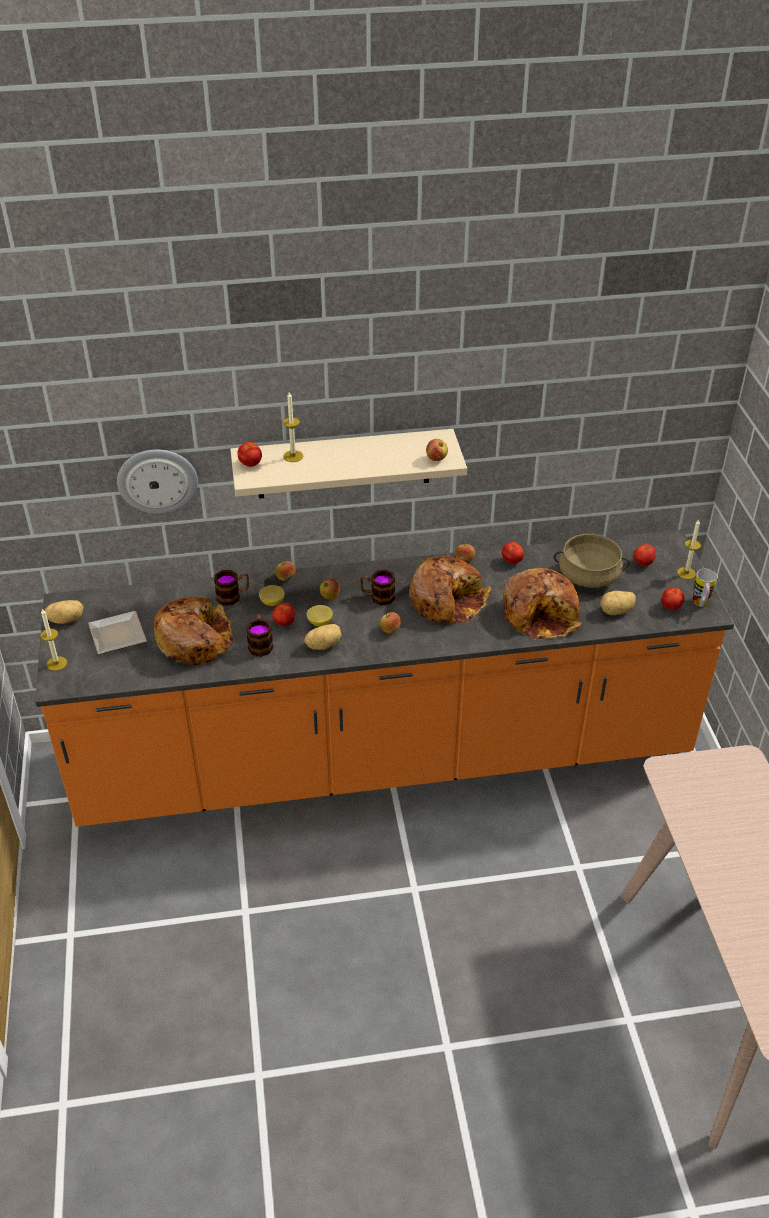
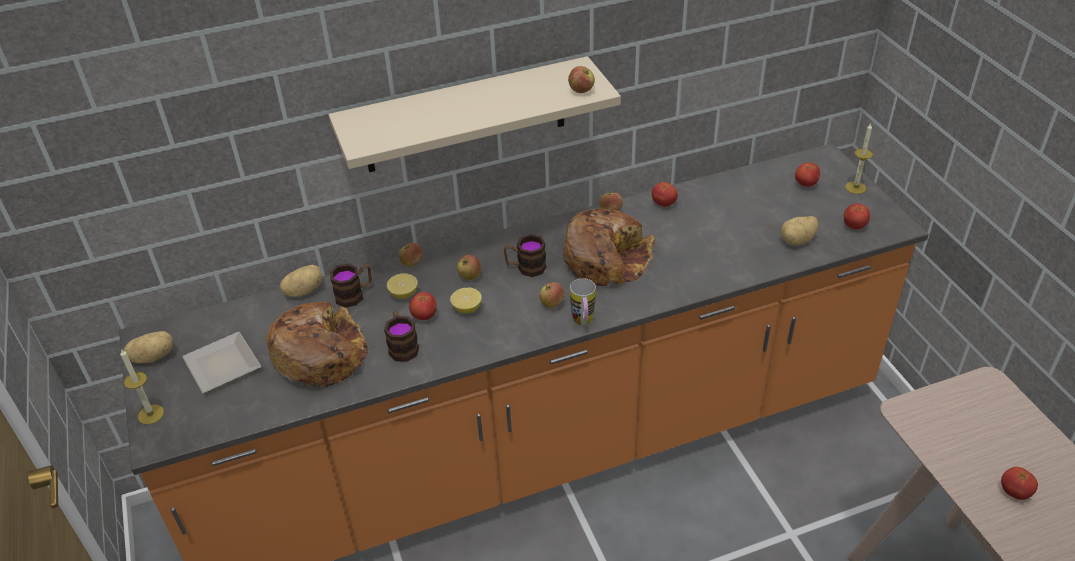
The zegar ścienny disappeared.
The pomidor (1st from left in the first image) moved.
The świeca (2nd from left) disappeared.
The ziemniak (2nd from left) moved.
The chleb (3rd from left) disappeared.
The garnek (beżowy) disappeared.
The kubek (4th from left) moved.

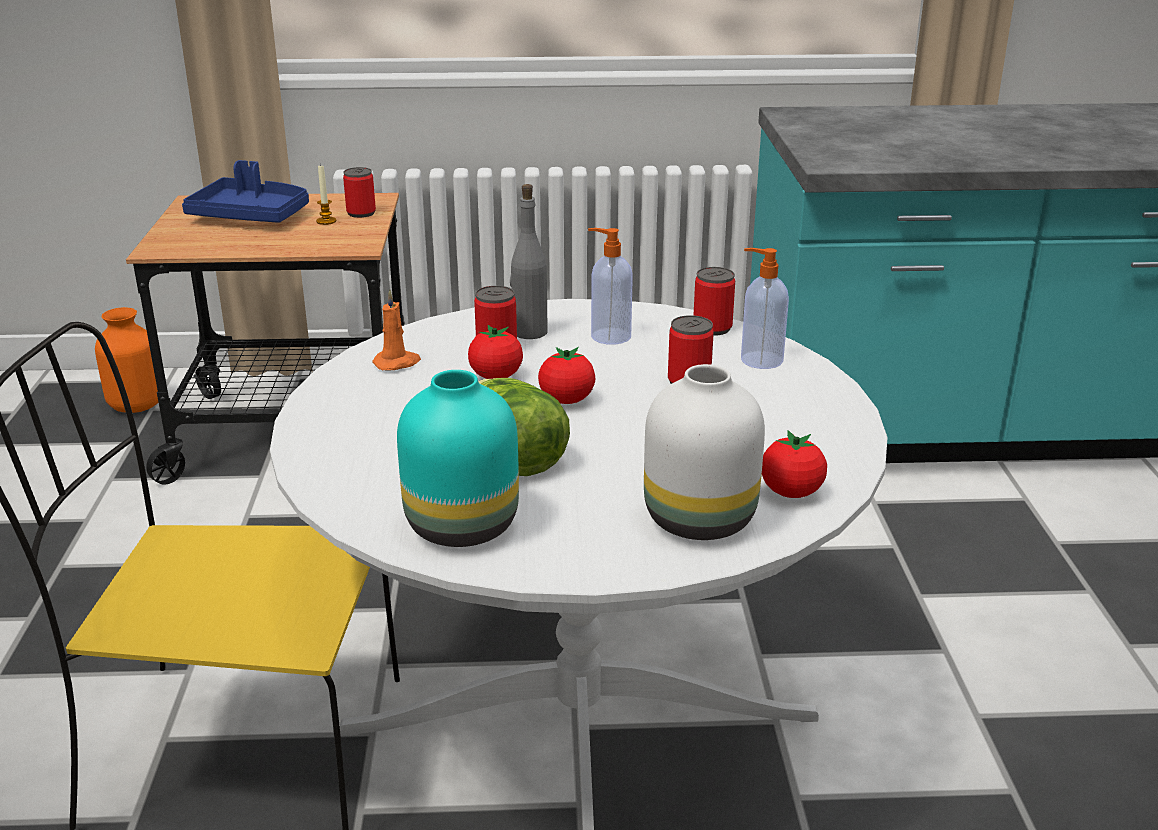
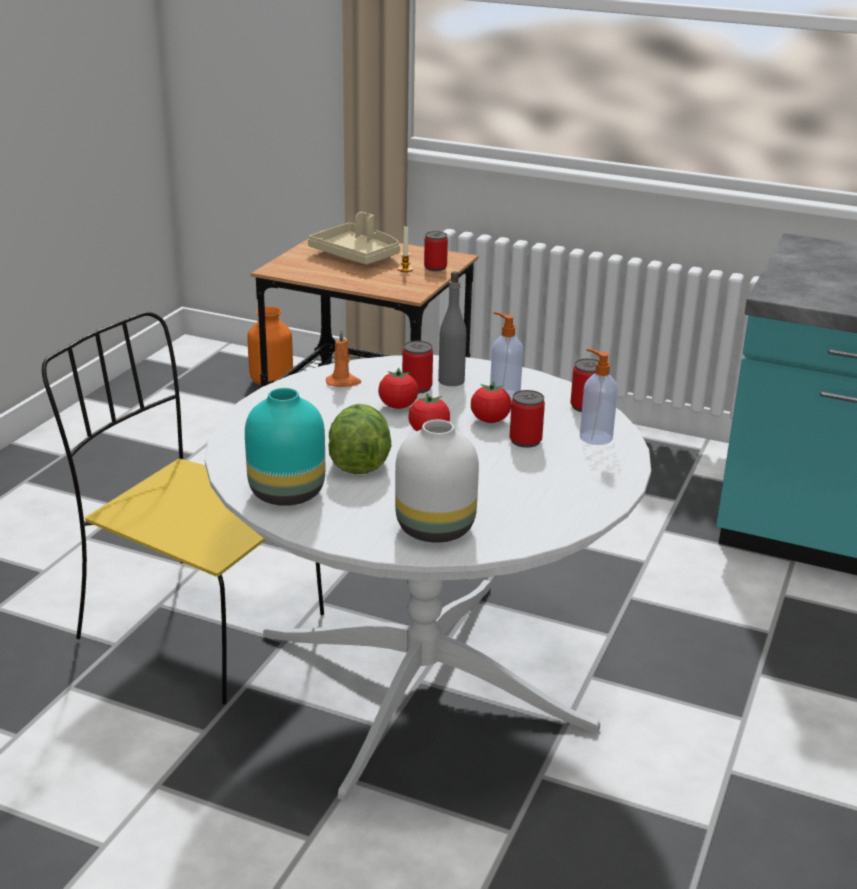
The taca (niebieski) became the taca (beżowy).
The pomidor (3rd from left) moved.

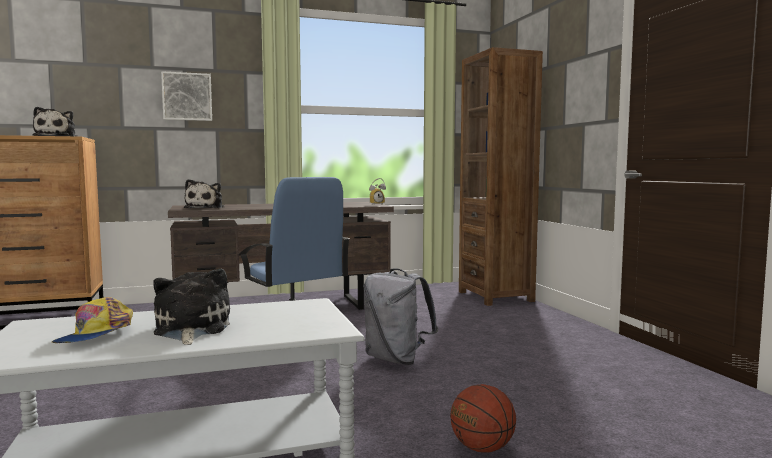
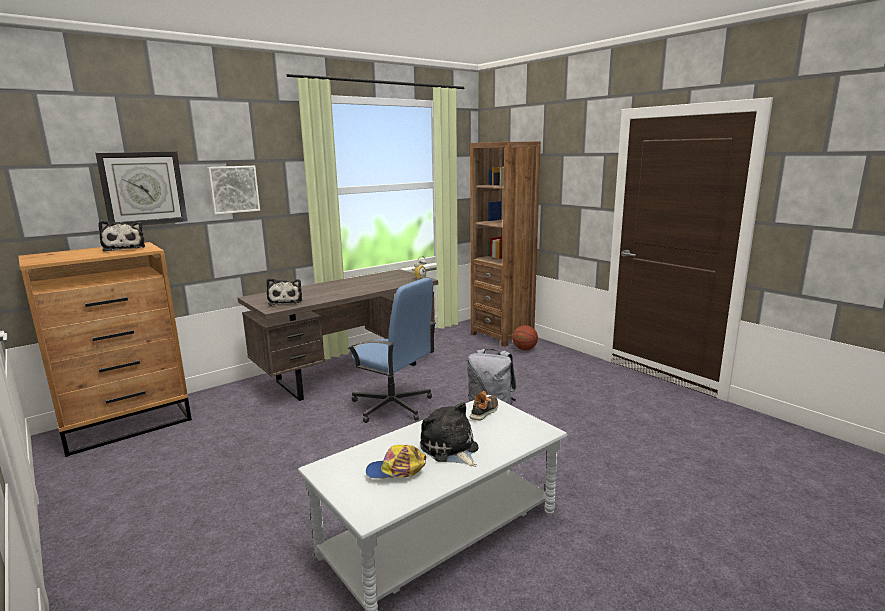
The czapka z daszkiem turned 90 degrees clockwise.
The piłka do koszykówki moved.
The zegar ścienny appeared.
The but appeared.

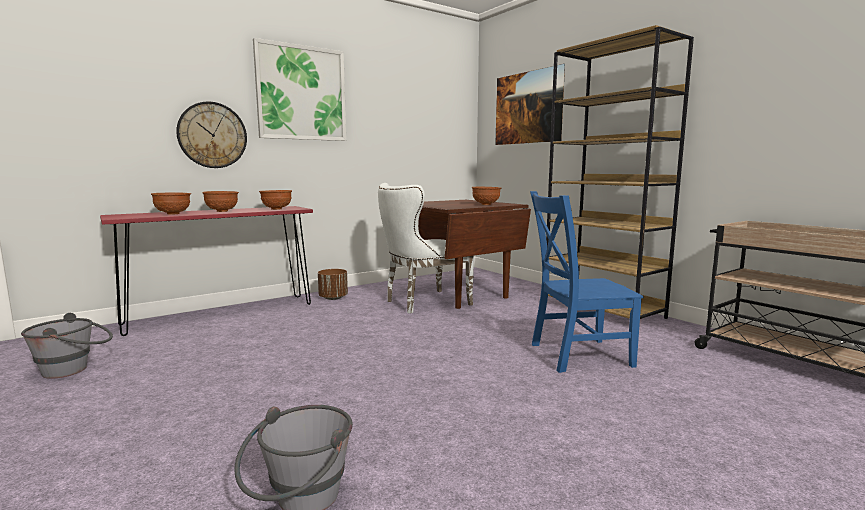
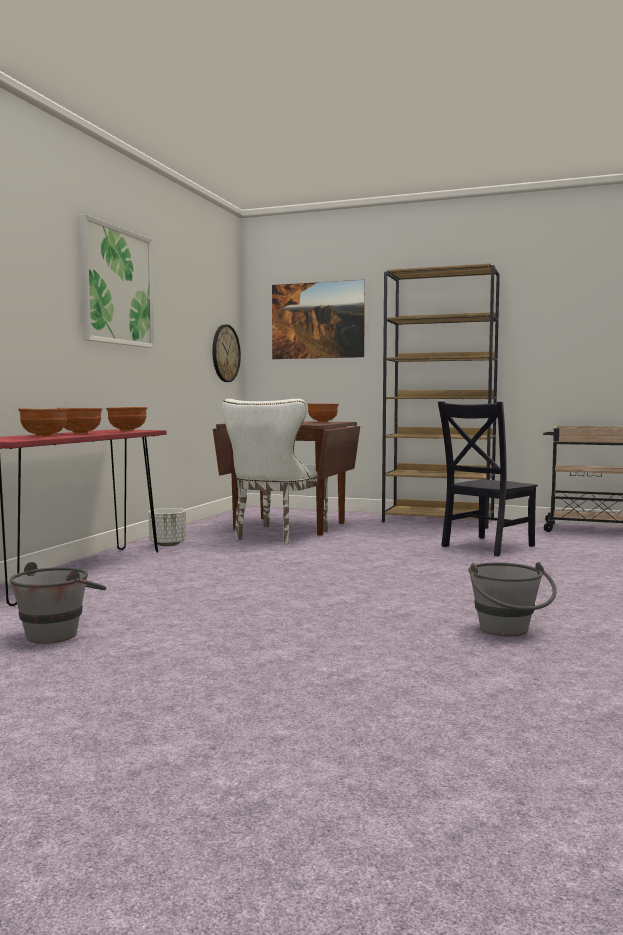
The zegar ścienny moved.
The donica (brązowy) became the donica (biały).
The krzesło (niebieski) became the krzesło (czarny).

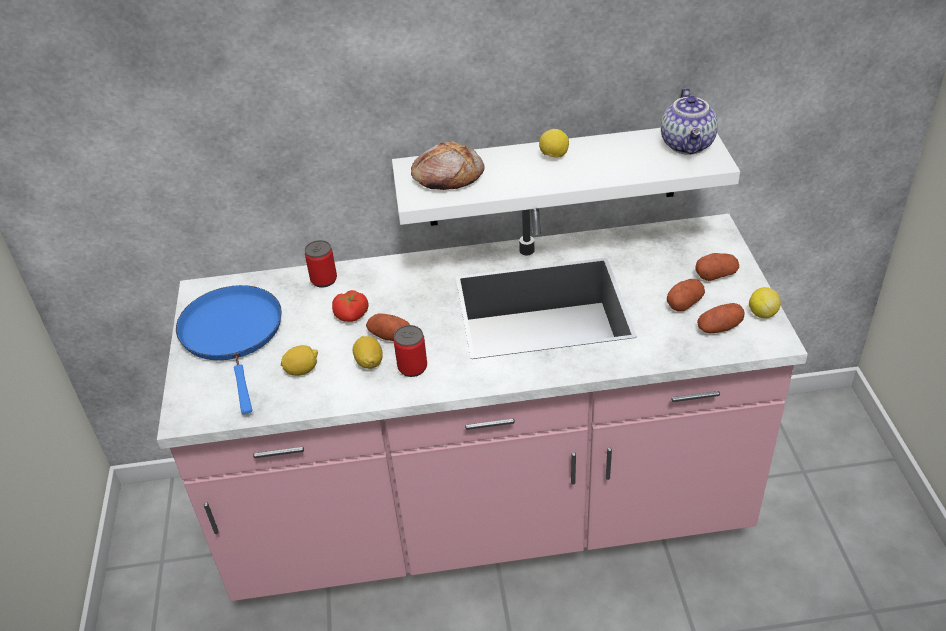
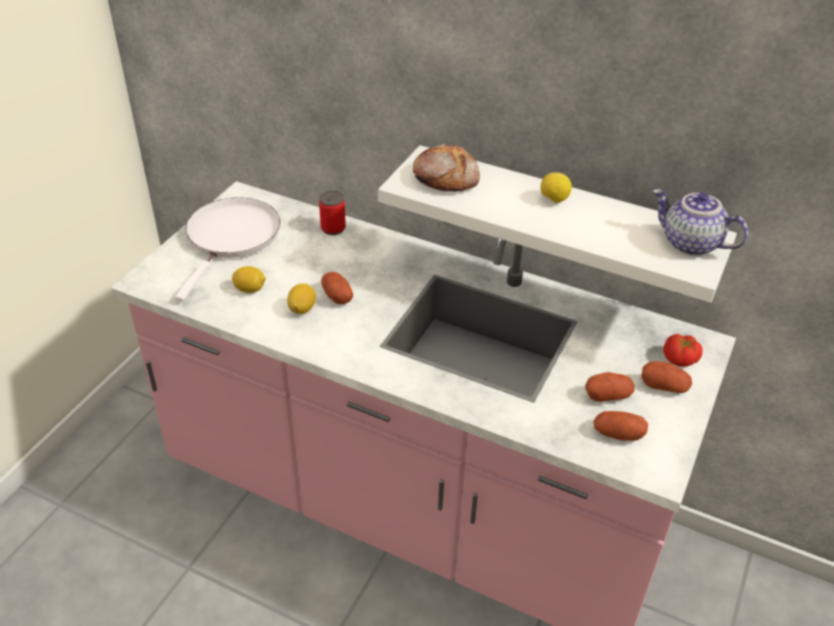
The patelnia (niebieski) became the patelnia (biały).
The pomidor moved.
The puszka (2nd from left) disappeared.
The imbryk turned 90 degrees clockwise.
The cytryna (4th from left) disappeared.

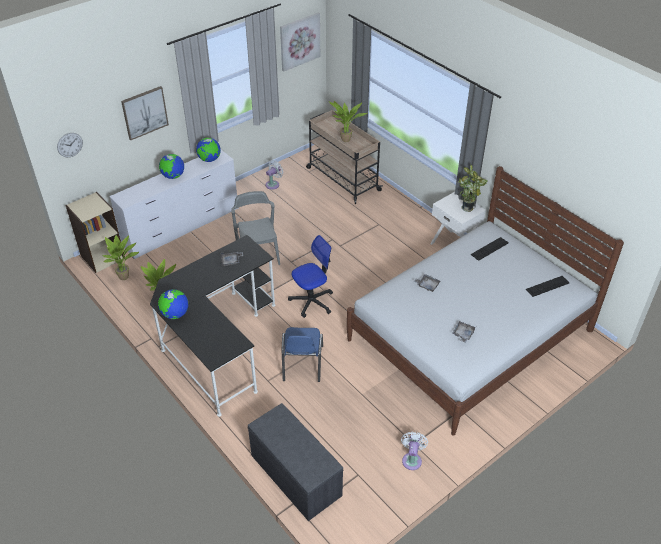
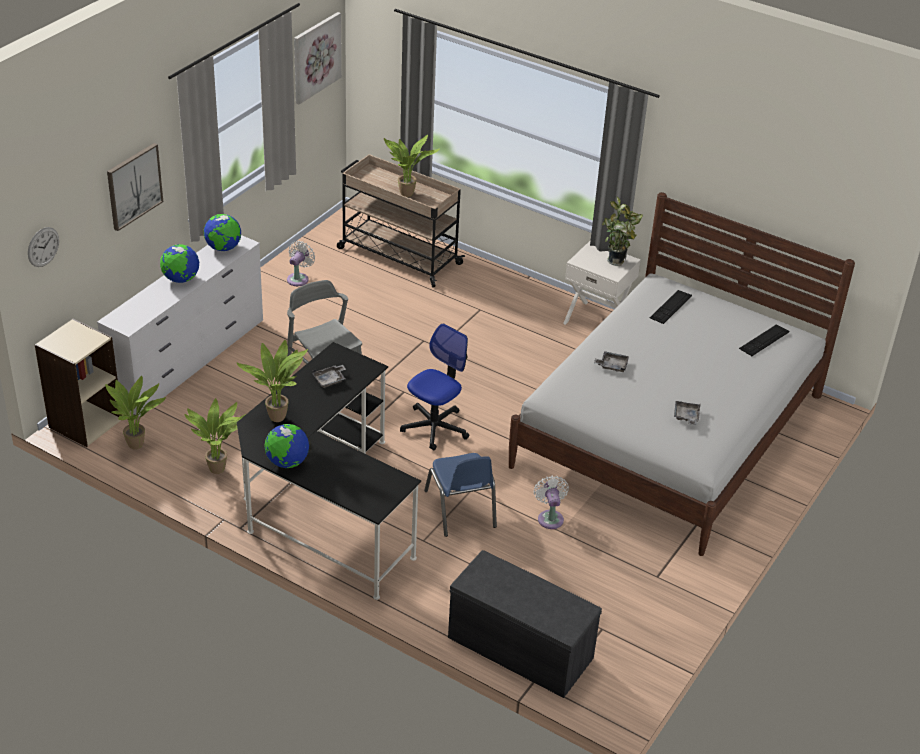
The wentylator (biały) (2nd from left) moved.
The roślina doniczkowa (3rd from left) appeared.

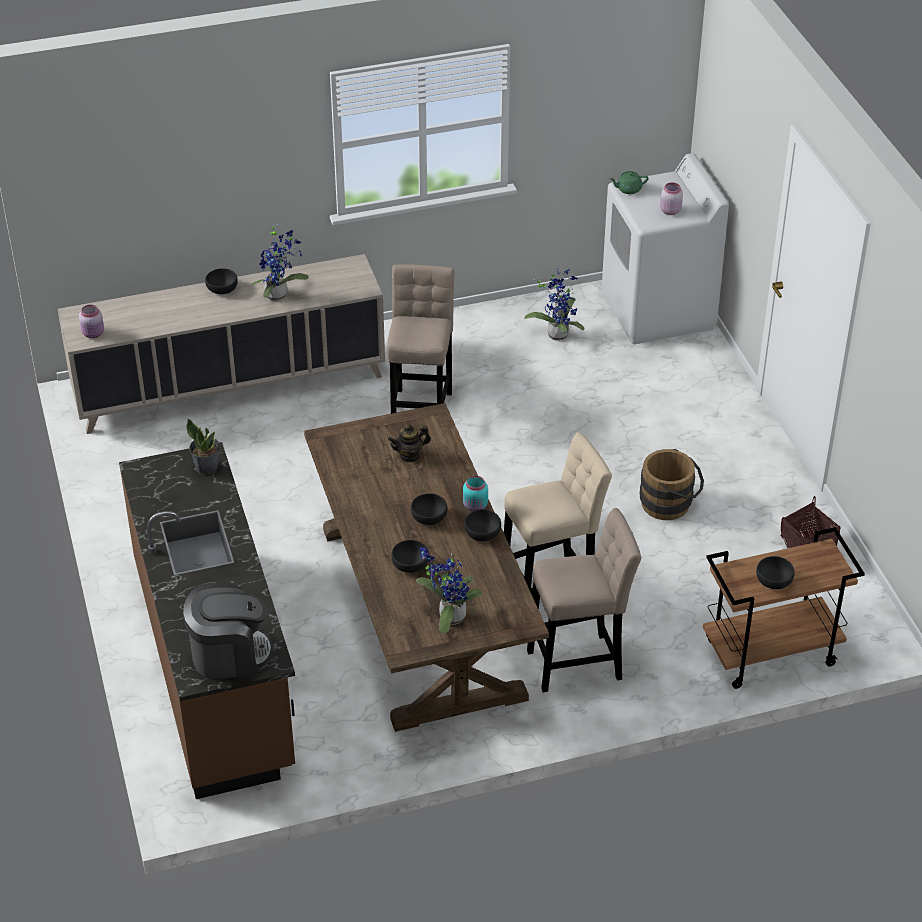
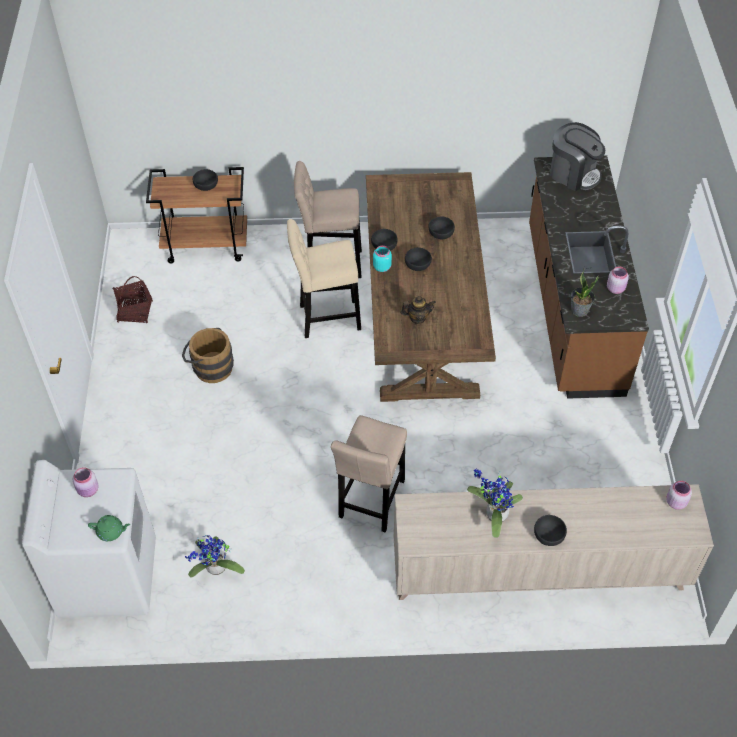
The ekspres do kawy turned 150 degrees counterclockwise.
The roślina doniczkowa (3rd from left) disappeared.
The słoik (różowy) (2nd from left) appeared.

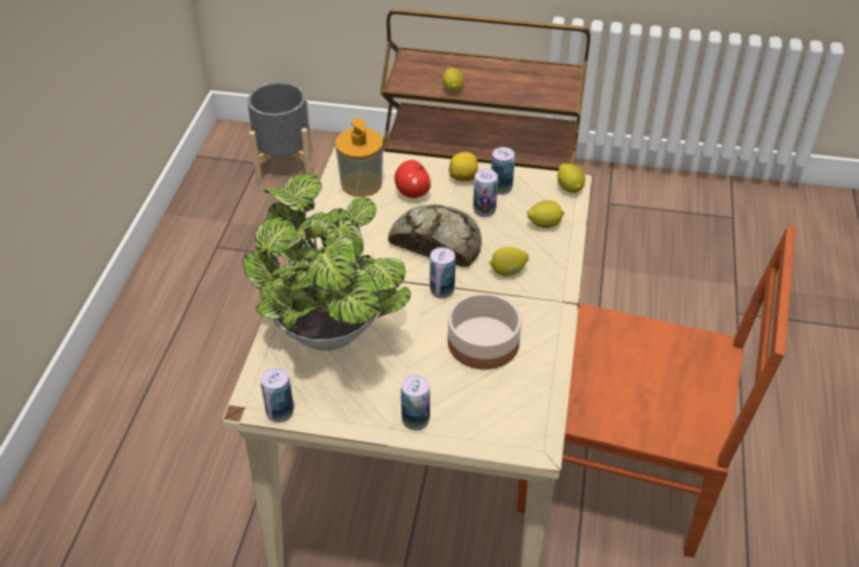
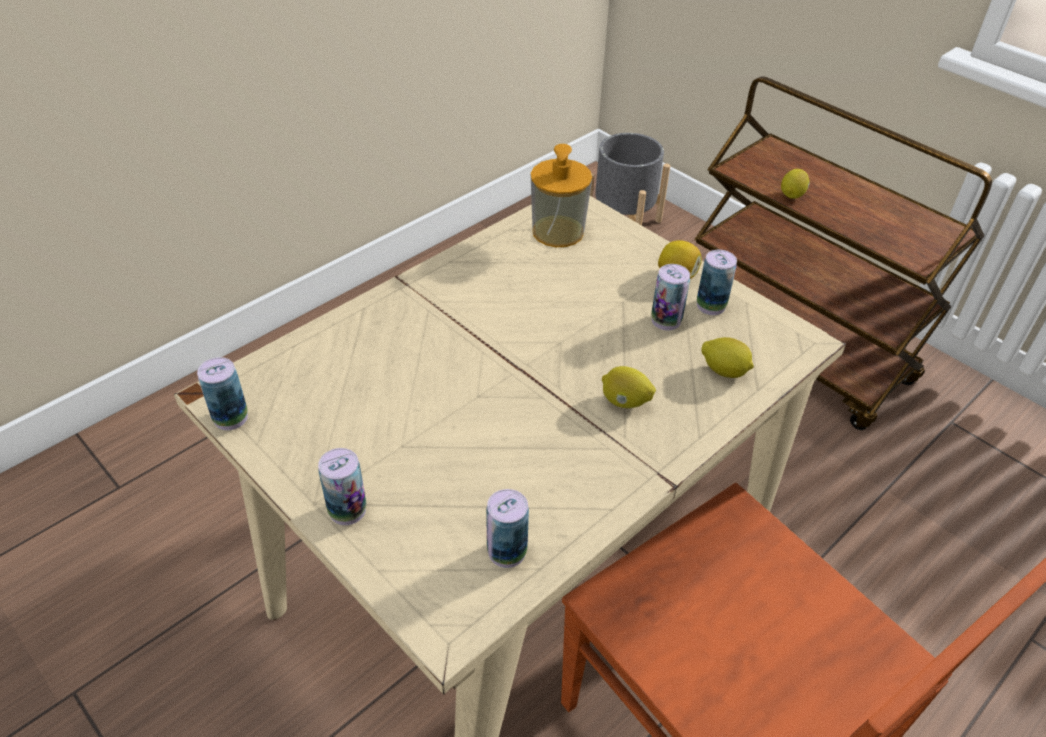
The roślina doniczkowa disappeared.
The chleb disappeared.
The jabłko disappeared.
The puszka (3rd from left) moved.
The miska disappeared.
The cytryna (5th from left) disappeared.

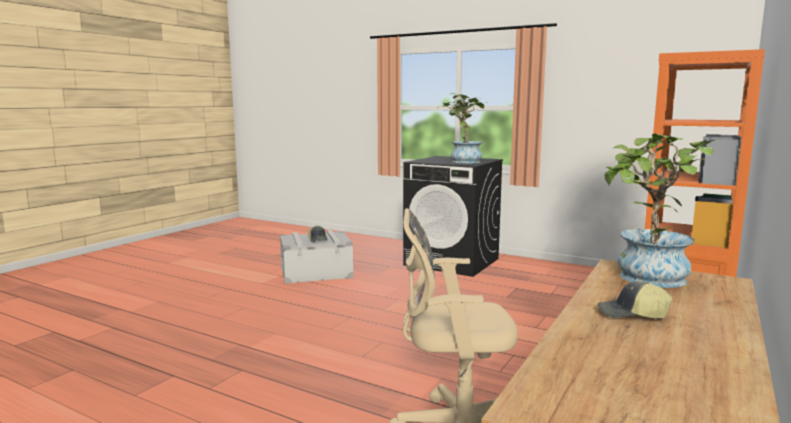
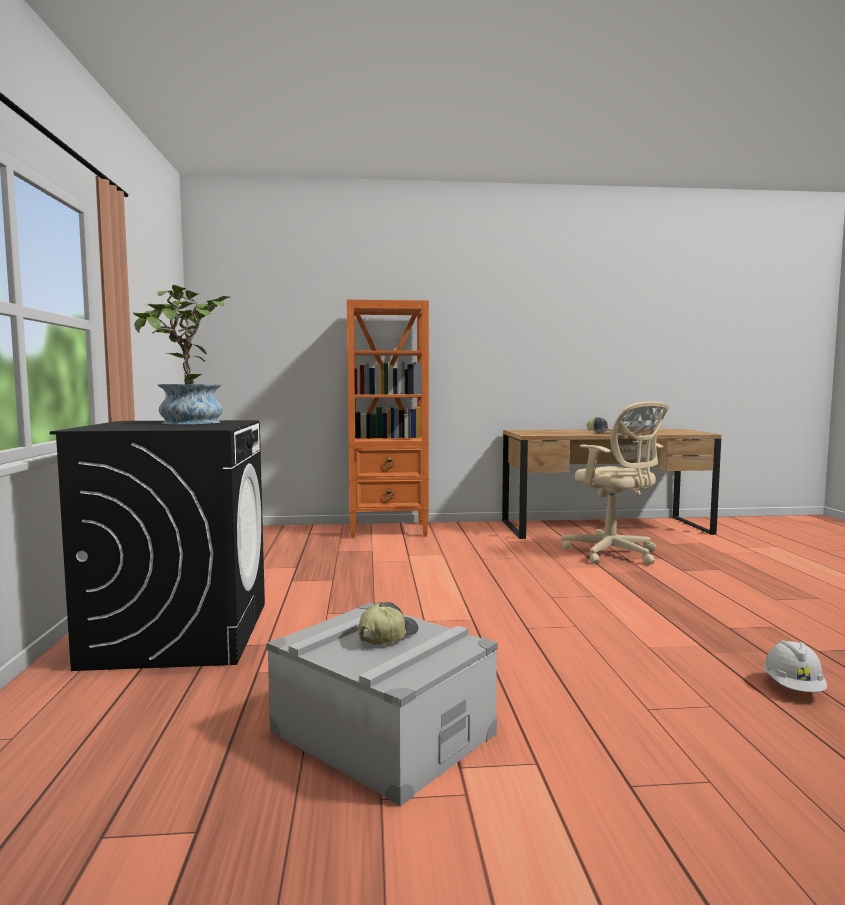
The roślina doniczkowa (2nd from left) disappeared.
The kask (biały) appeared.

